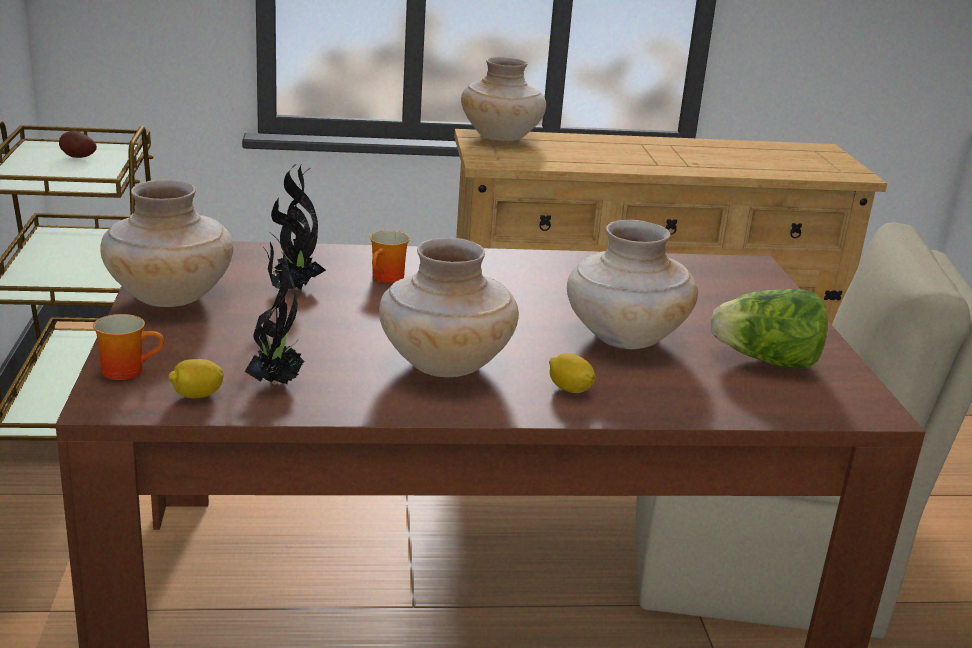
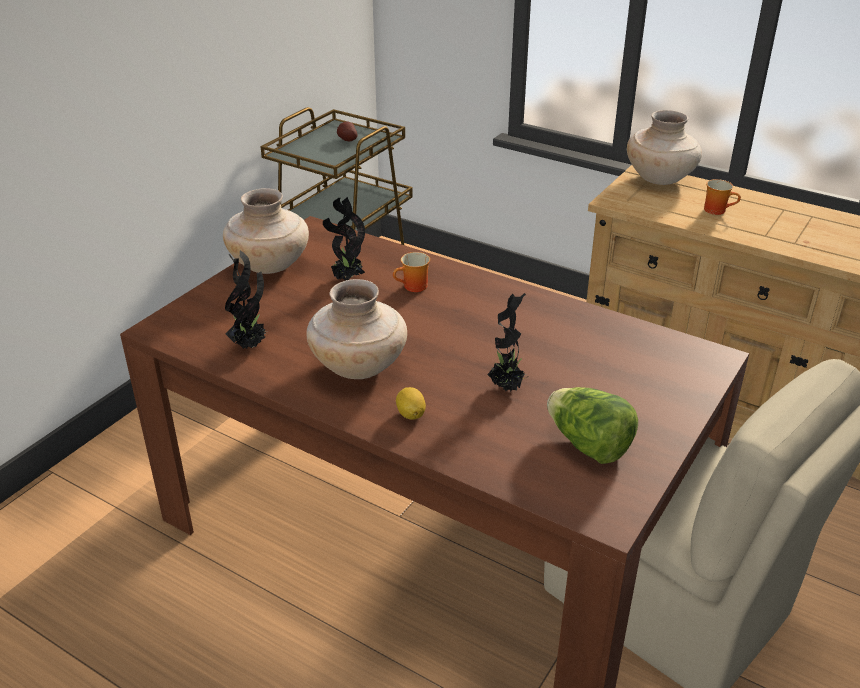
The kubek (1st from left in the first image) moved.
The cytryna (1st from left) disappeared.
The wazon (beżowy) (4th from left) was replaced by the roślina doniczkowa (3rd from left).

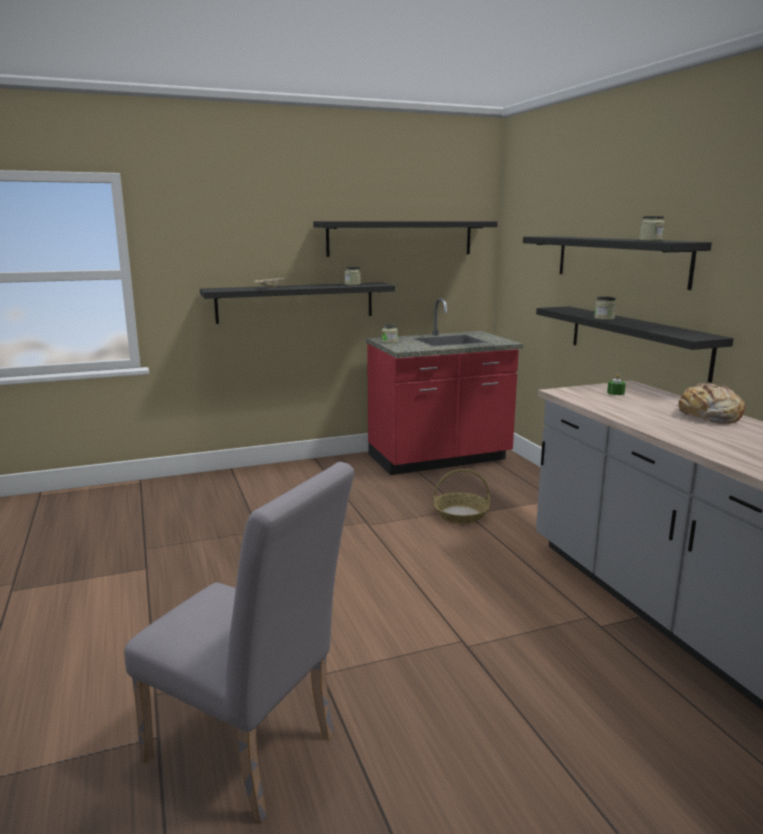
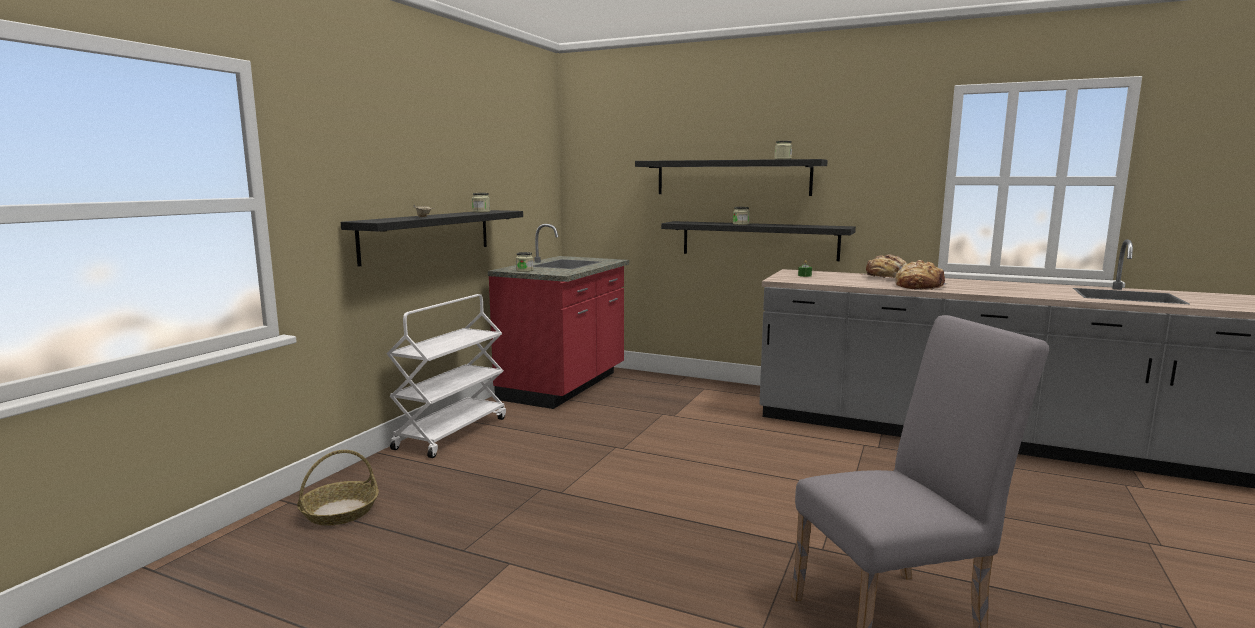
The półka (czarny) (2nd from left) disappeared.
The koszyk moved.
The wózek (biały) appeared.
The chleb (2nd from left) appeared.

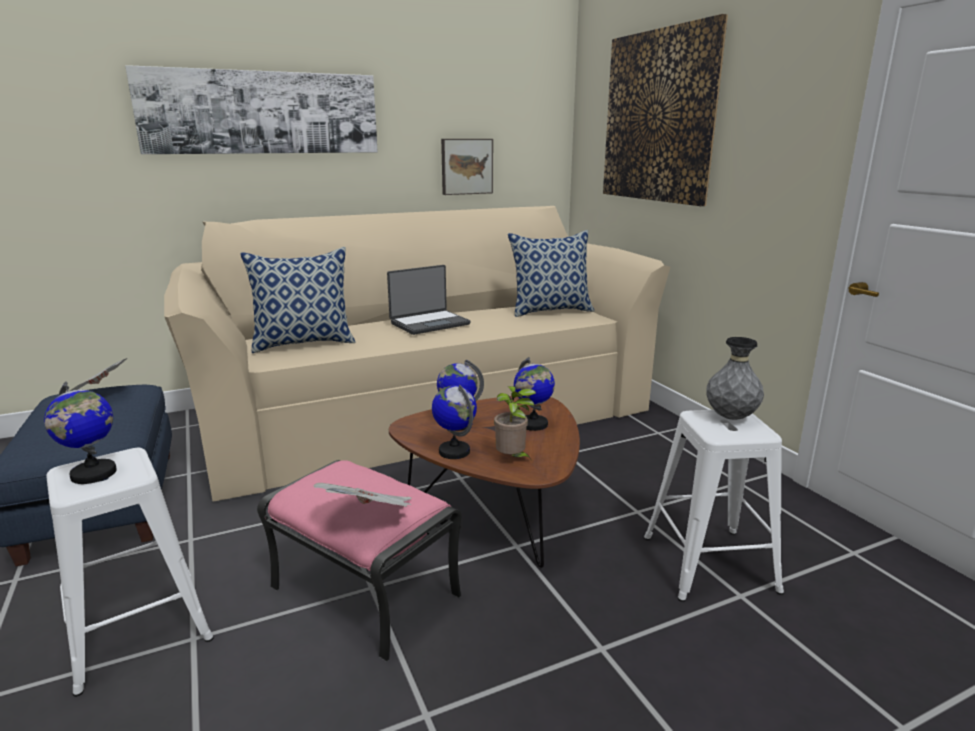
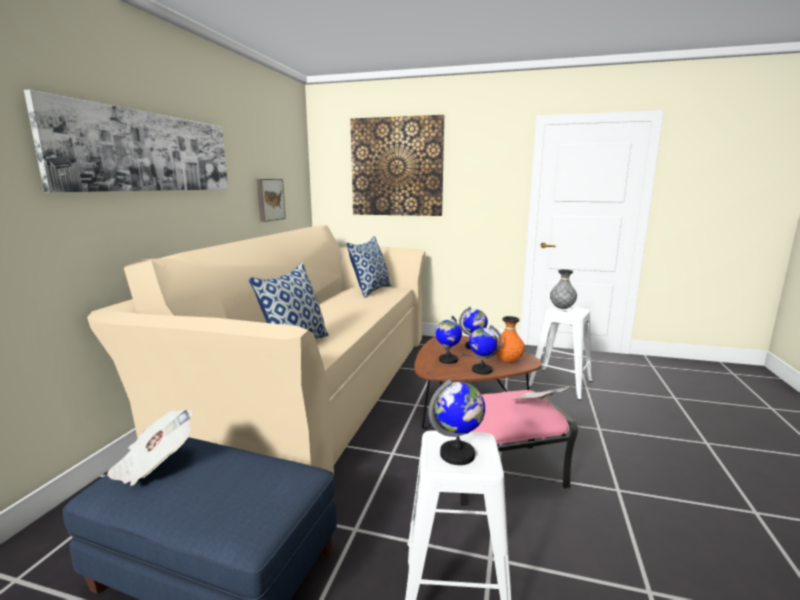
The laptop disappeared.
The roślina doniczkowa was replaced by the wazon (pomarańczowy).

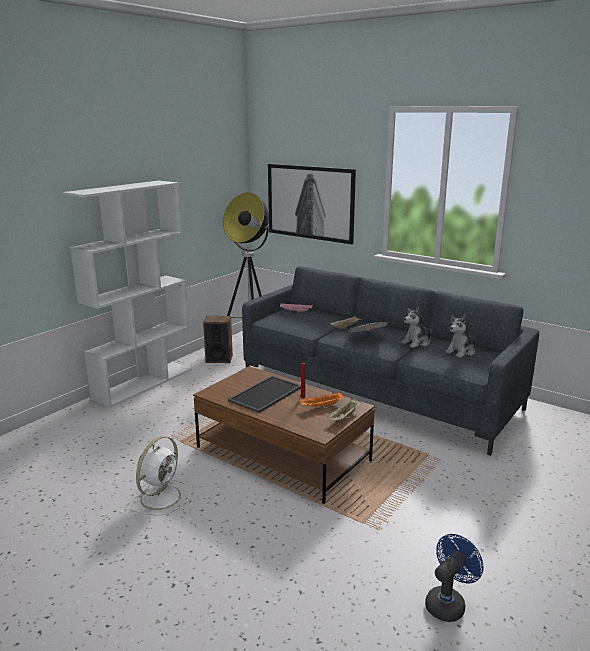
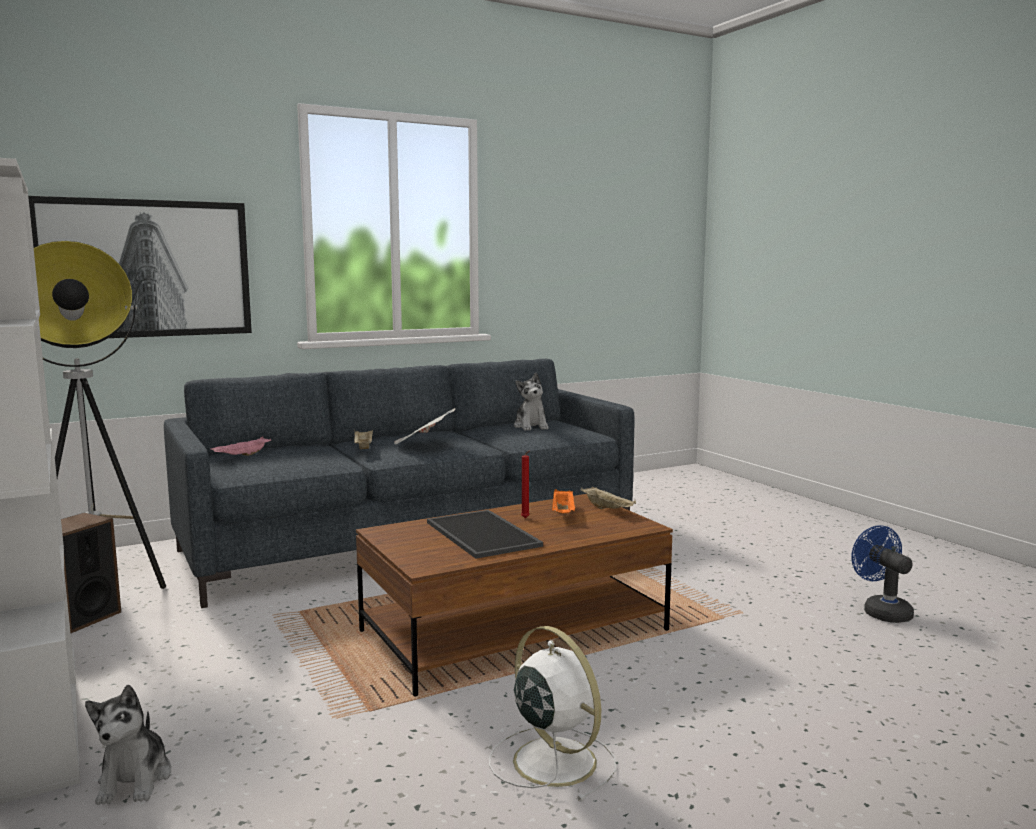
The pluszak (1st from left) moved.

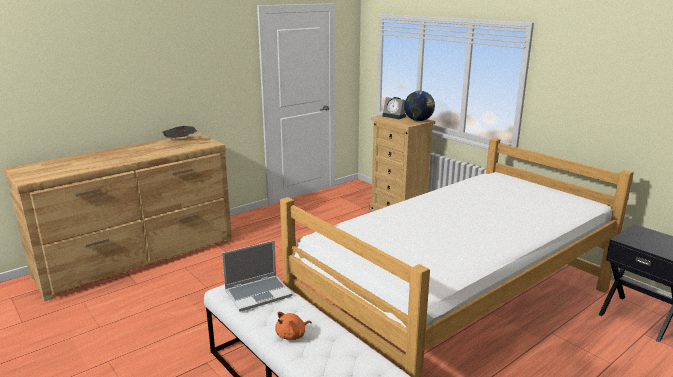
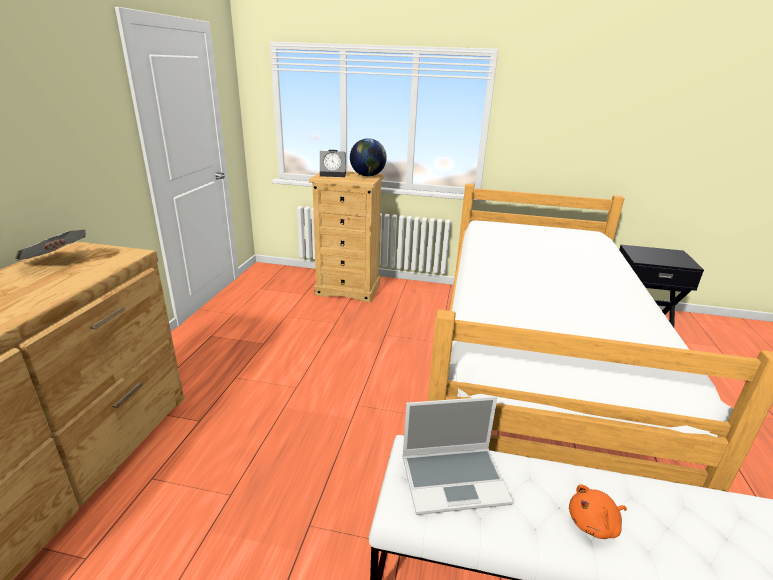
The laptop turned 60 degrees clockwise.
The pluszak (pomarańczowy) turned 60 degrees clockwise.

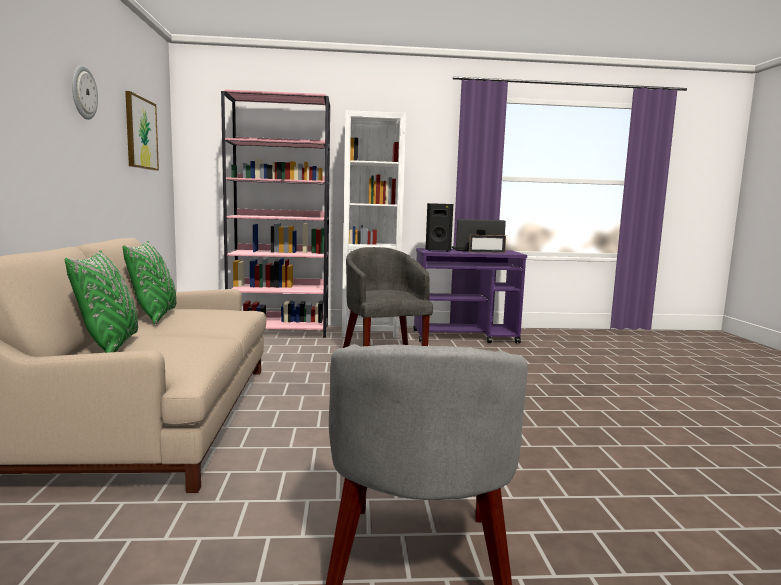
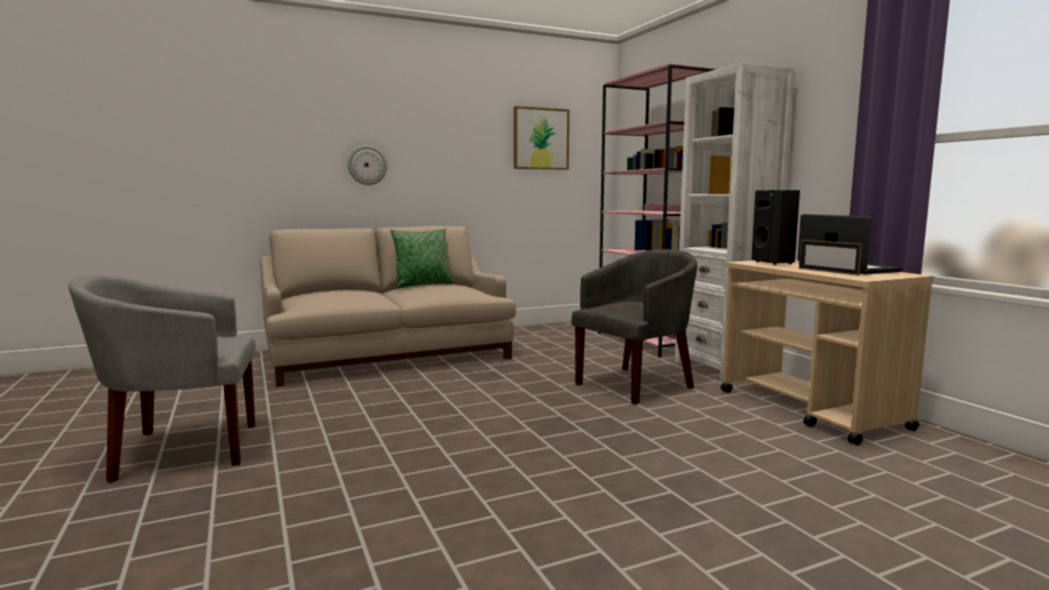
The poduszka (zielony) (1st from left) disappeared.
The zegar ścienny moved.
The wózek (fioletowy) became the wózek (beżowy).

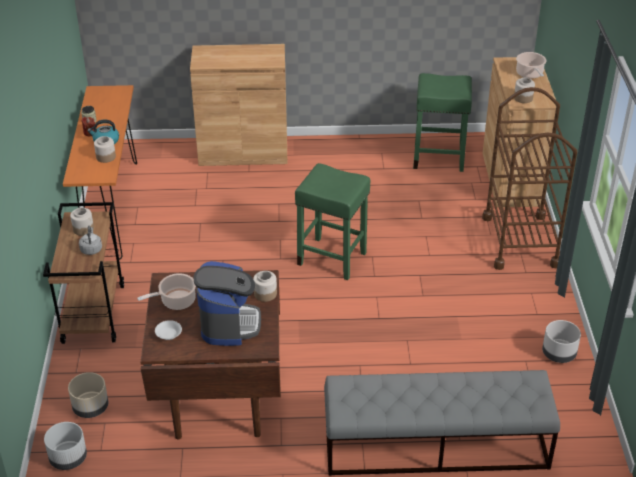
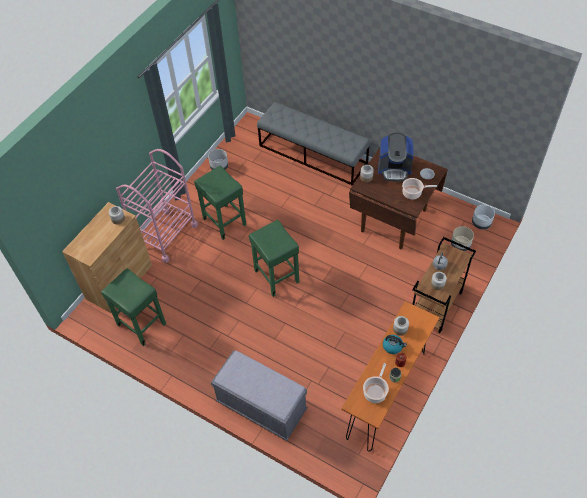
The szafka (brązowy) (1st from left) was replaced by the ławka (szary) (1st from left).
The ekspres do kawy turned 120 degrees counterclockwise.
The wózek (brązowy) (2nd from left) became the wózek (różowy).
The garnek (2nd from left in the first image) moved.
The stołek (zielony) (2nd from left) appeared.

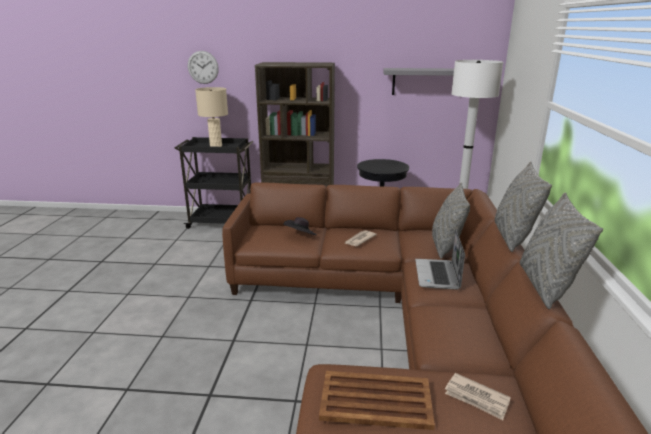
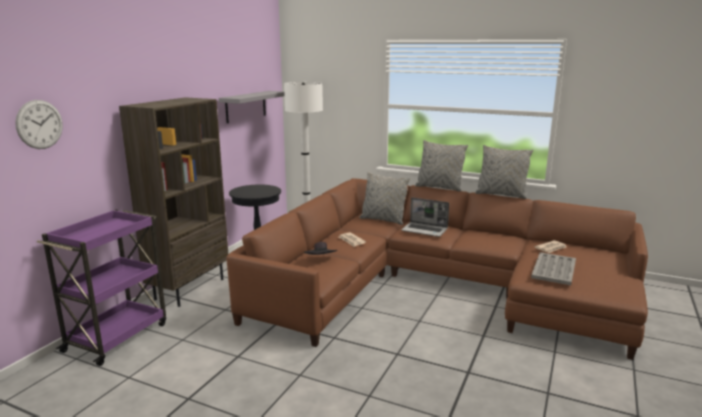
The wózek (czarny) became the wózek (fioletowy).
The lampa stołowa (beżowy) disappeared.
The taca (brązowy) became the taca (szary).

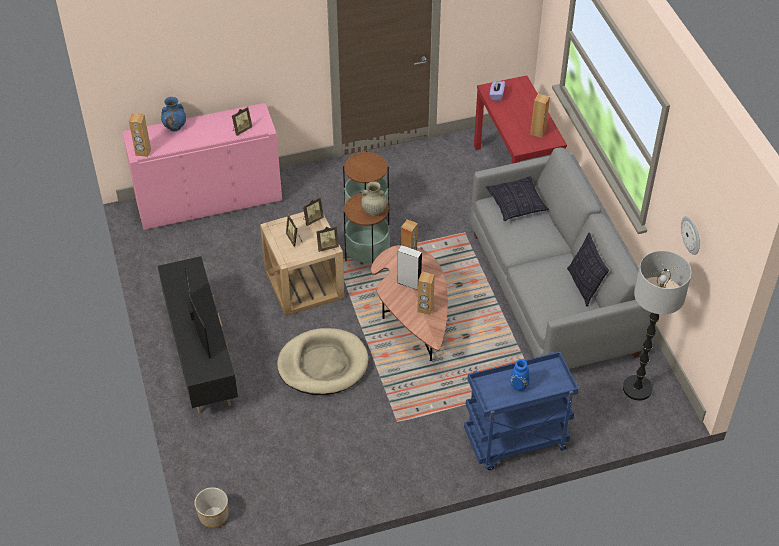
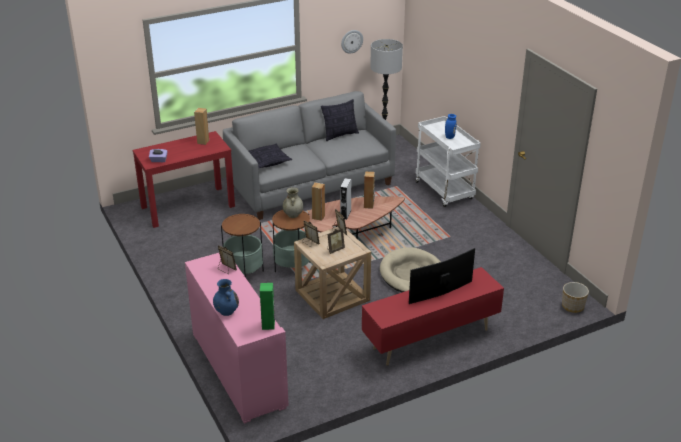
The głośnik (brązowy) (1st from left) became the głośnik (zielony).
The szafka pod telewizor (czarny) became the szafka pod telewizor (czerwony).
The wózek (niebieski) became the wózek (biały).

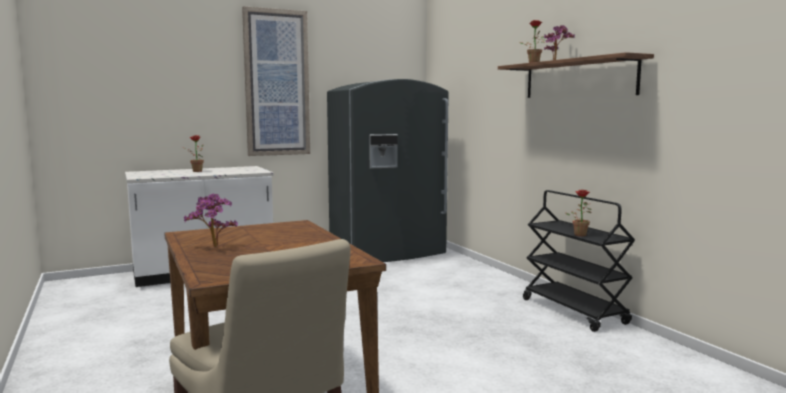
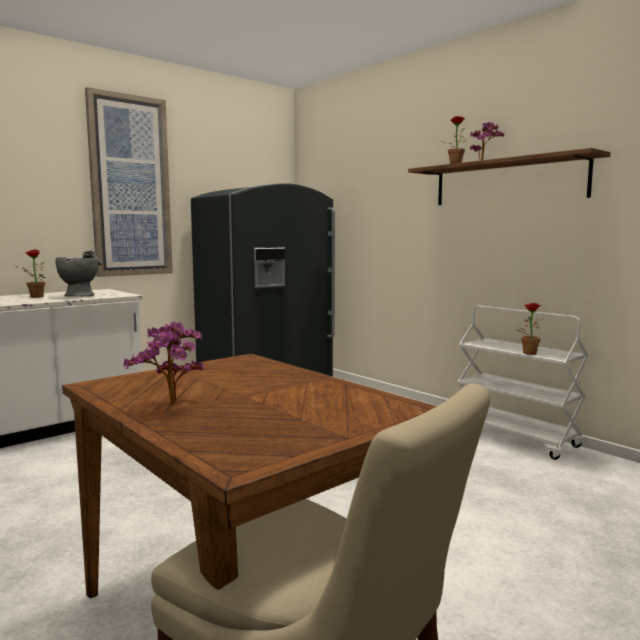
The wózek (czarny) became the wózek (biały).
The wazon (szary) appeared.

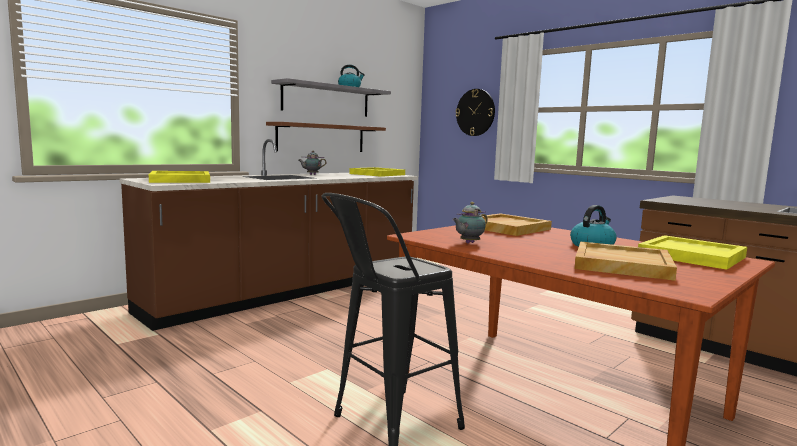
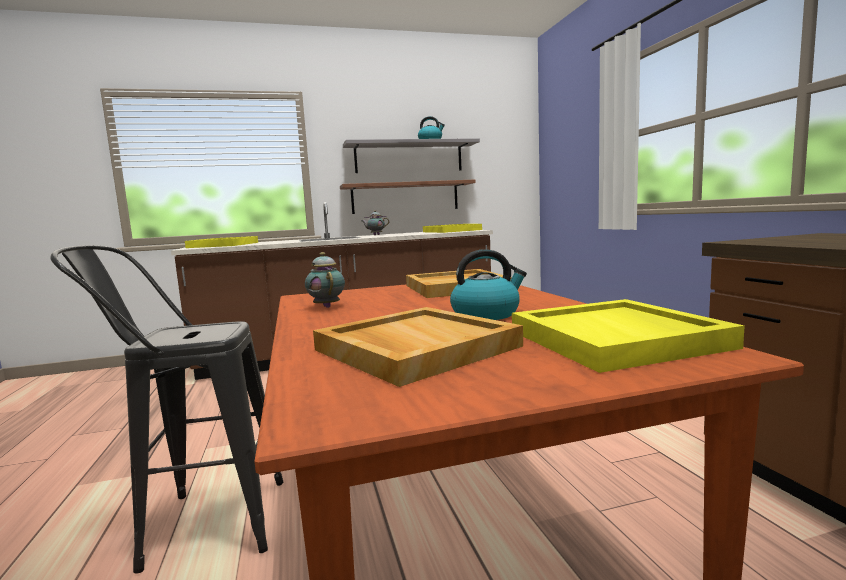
The imbryk (2nd from left in the first image) turned 75 degrees clockwise.
The zegar ścienny disappeared.

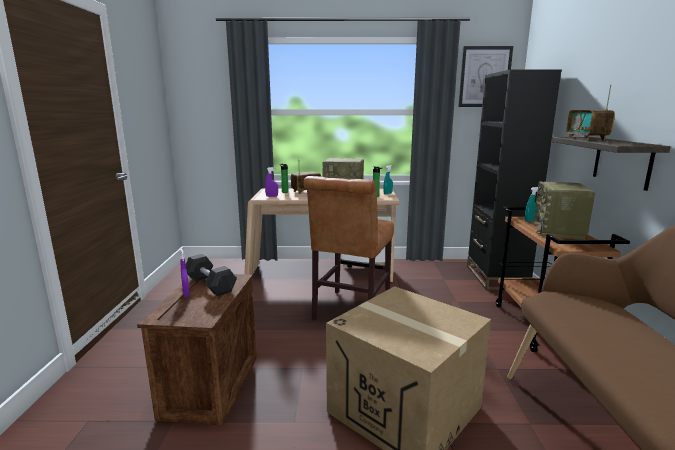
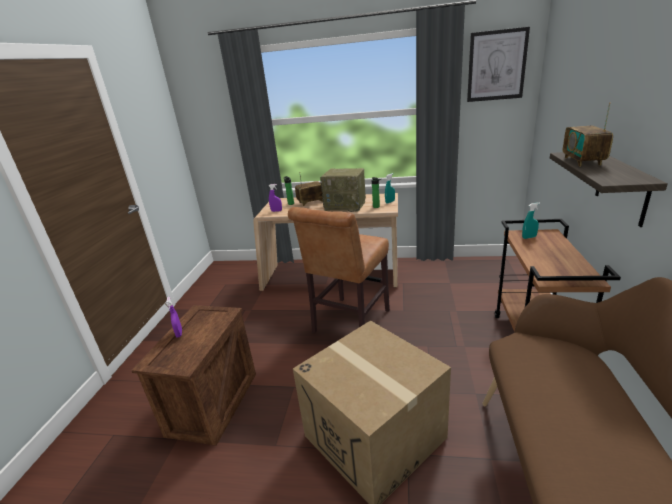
The hantel (szary) disappeared.
The regał (czarny) disappeared.
The radio (3rd from left) disappeared.

